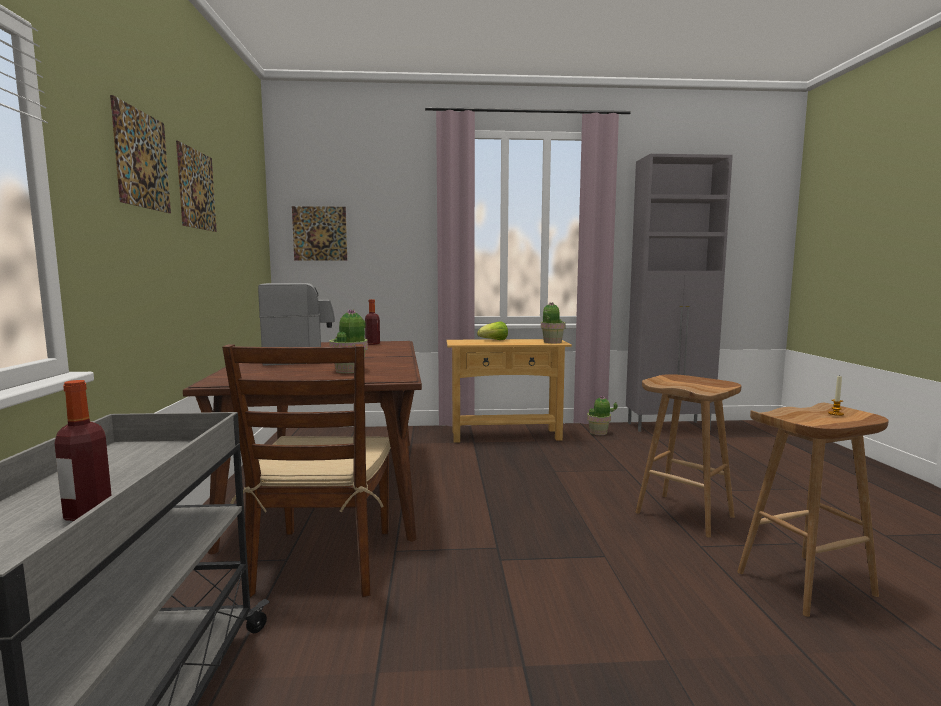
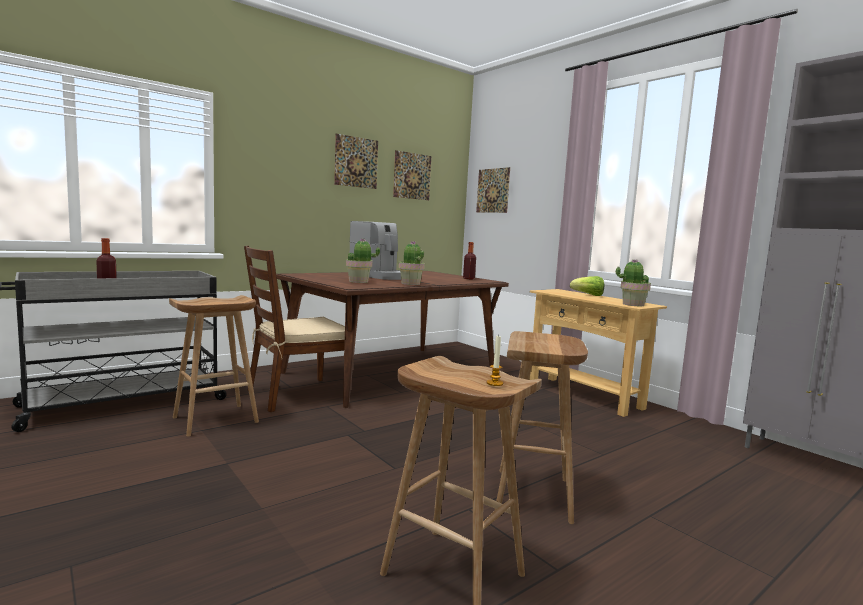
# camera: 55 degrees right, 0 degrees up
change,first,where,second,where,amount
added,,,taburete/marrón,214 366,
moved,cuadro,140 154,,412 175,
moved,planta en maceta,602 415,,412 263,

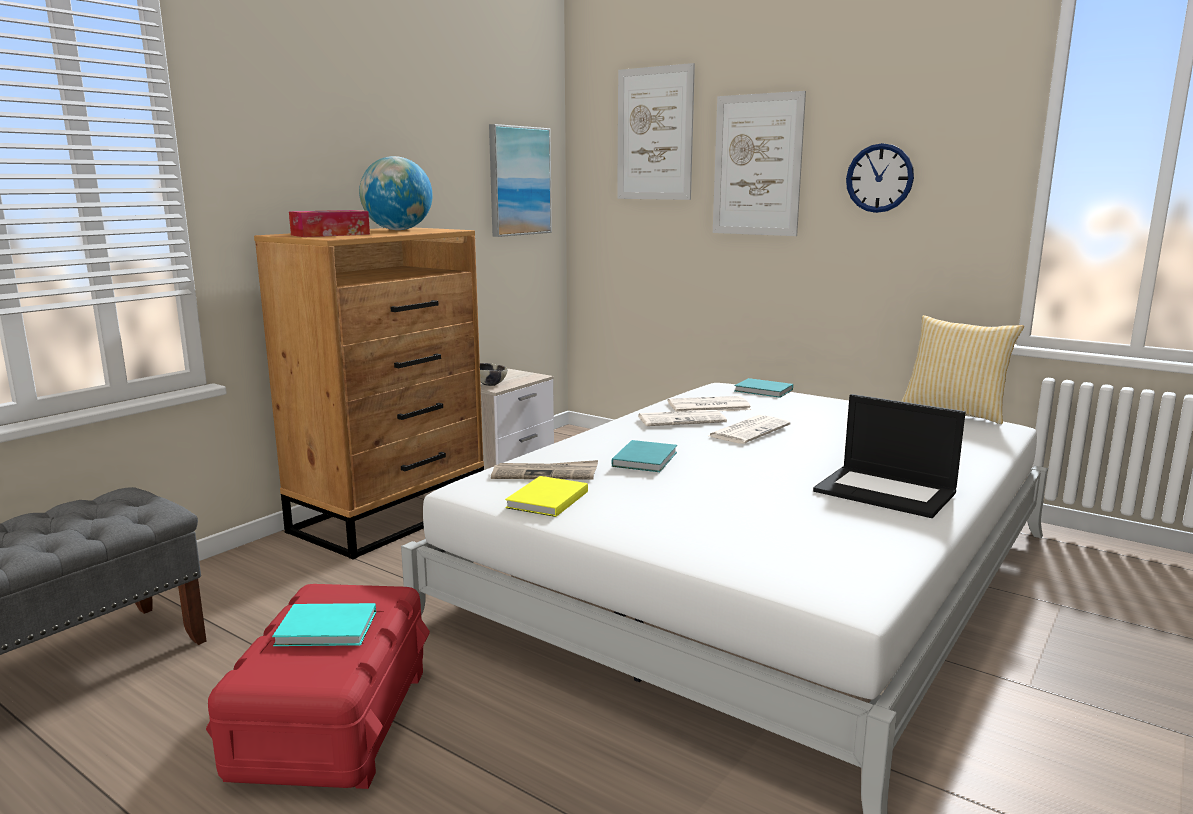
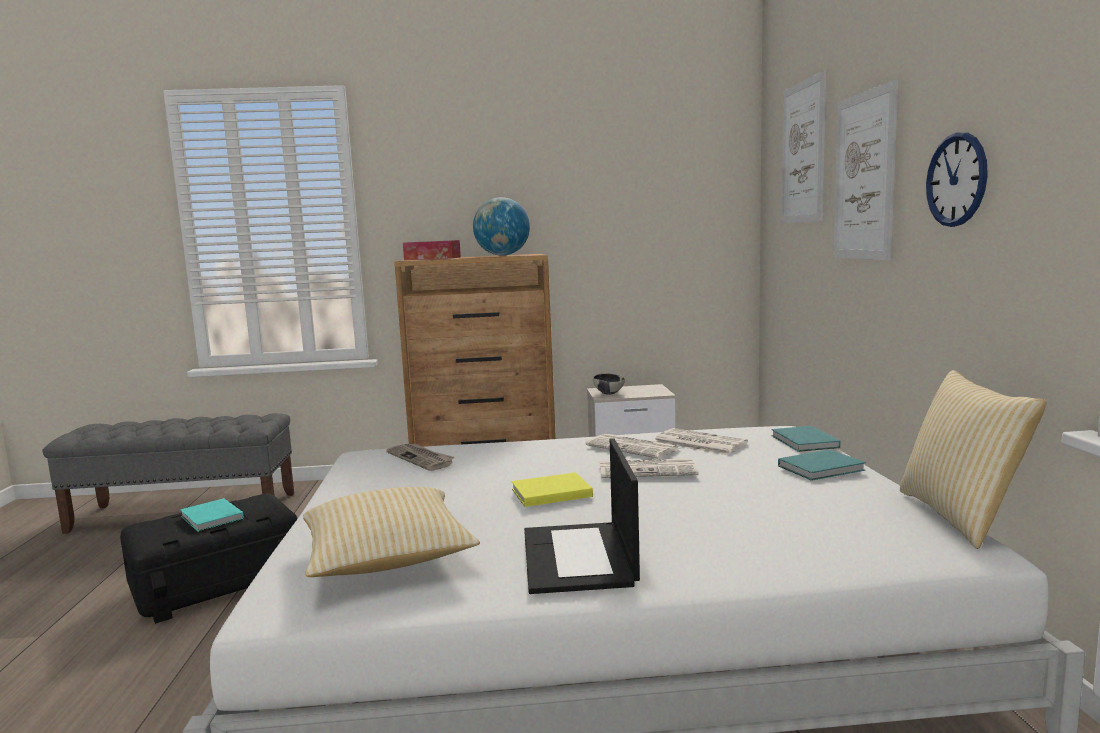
# camera: 50 degrees right, 5 degrees down
change,first,where,second,where,amount
removed,cuadro,520 180,,,
added,,,cojín,391 532,
moved,libro/amarillo,546 496,,552 489,
moved,libro/turquesa,644 456,,822 465,
recoloured,caja de almacenaje/rojo,318 686,caja de almacenaje/negro,209 559,

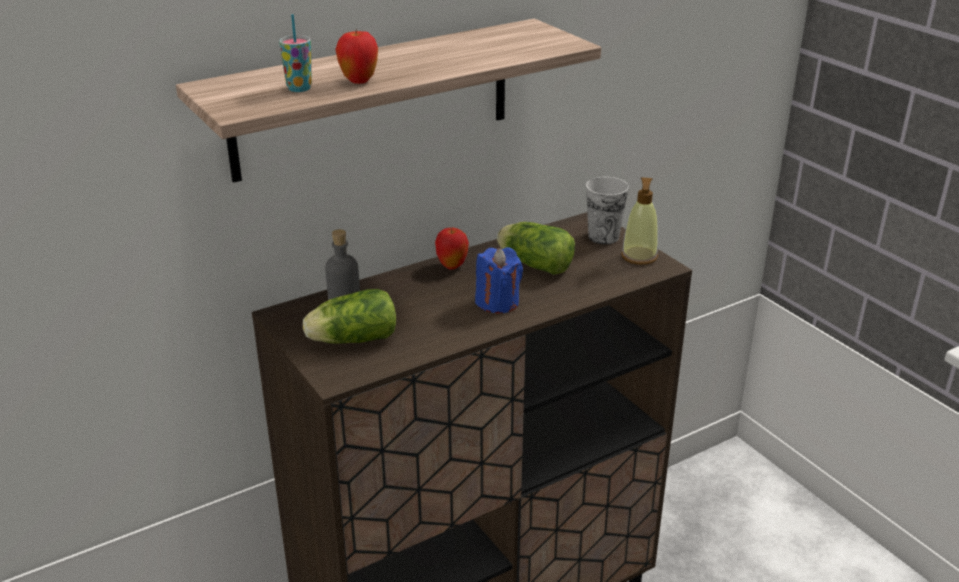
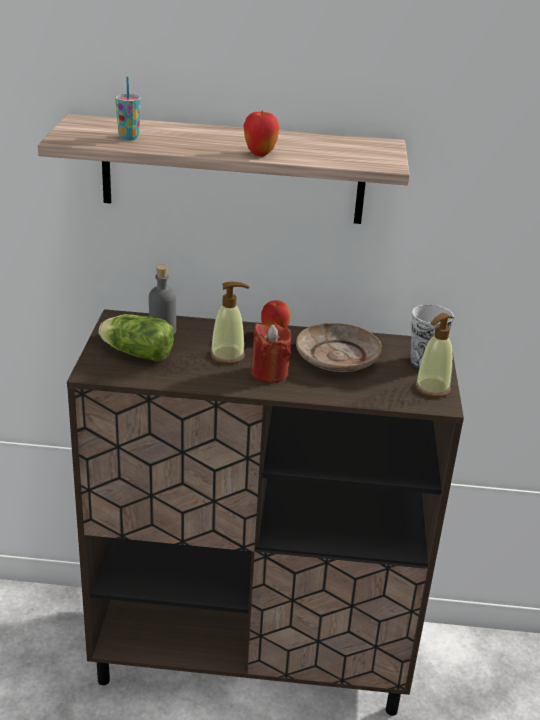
# camera: 35 degrees right, 0 degrees up
change,first,where,second,where,amount
added,,,dispensador de jabón,229 323,
moved,manzana,356 56,,261 133,
replaced,lechuga,536 248,plato/beis,339 347,
recoloured,vela/azul,499 280,vela/rojo,271 353,

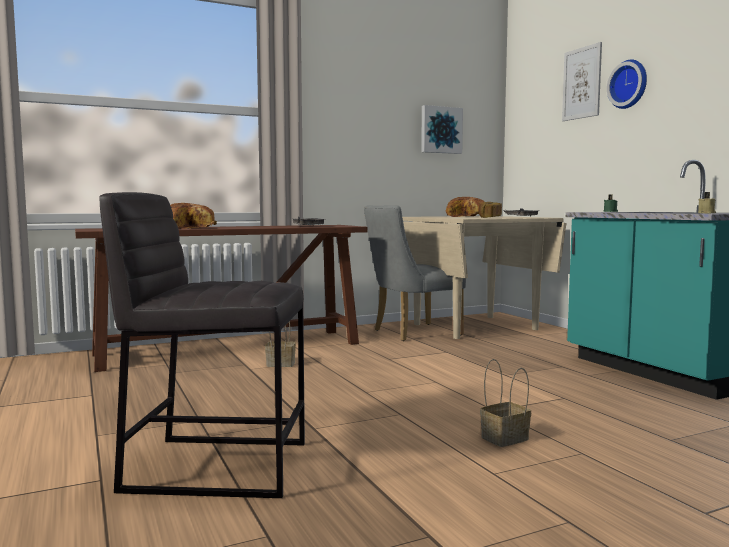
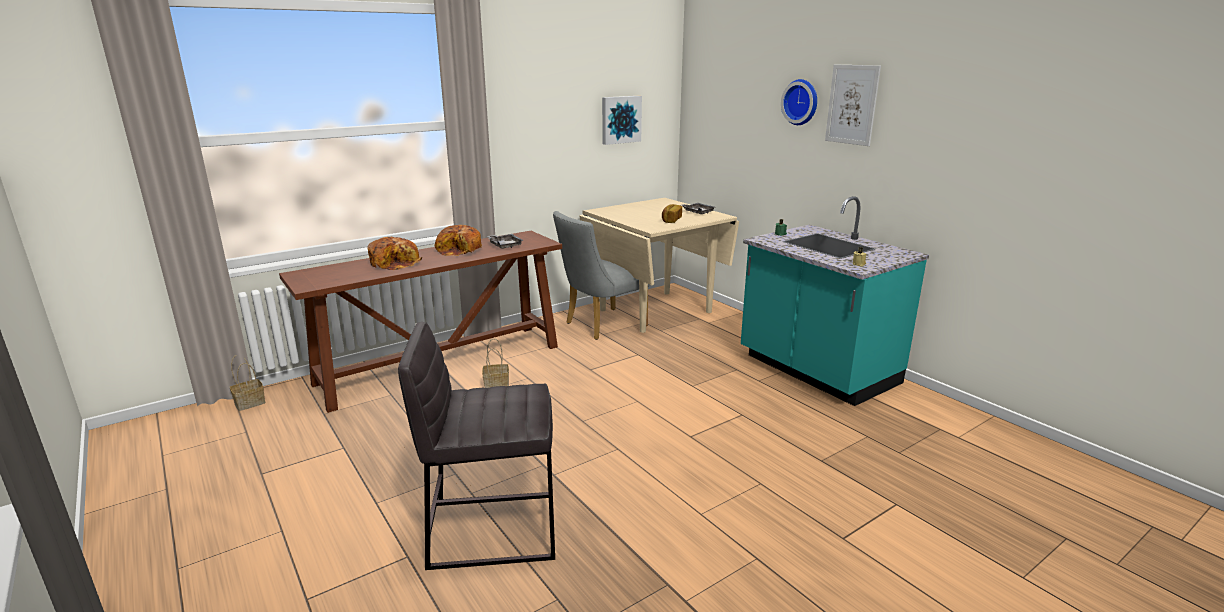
# camera: 10 degrees left, 15 degrees up
change,first,where,second,where,amount
moved,pan,465 207,,458 240,
moved,cesta,505 403,,248 383,
moved,cuadro,582 81,,853 105,

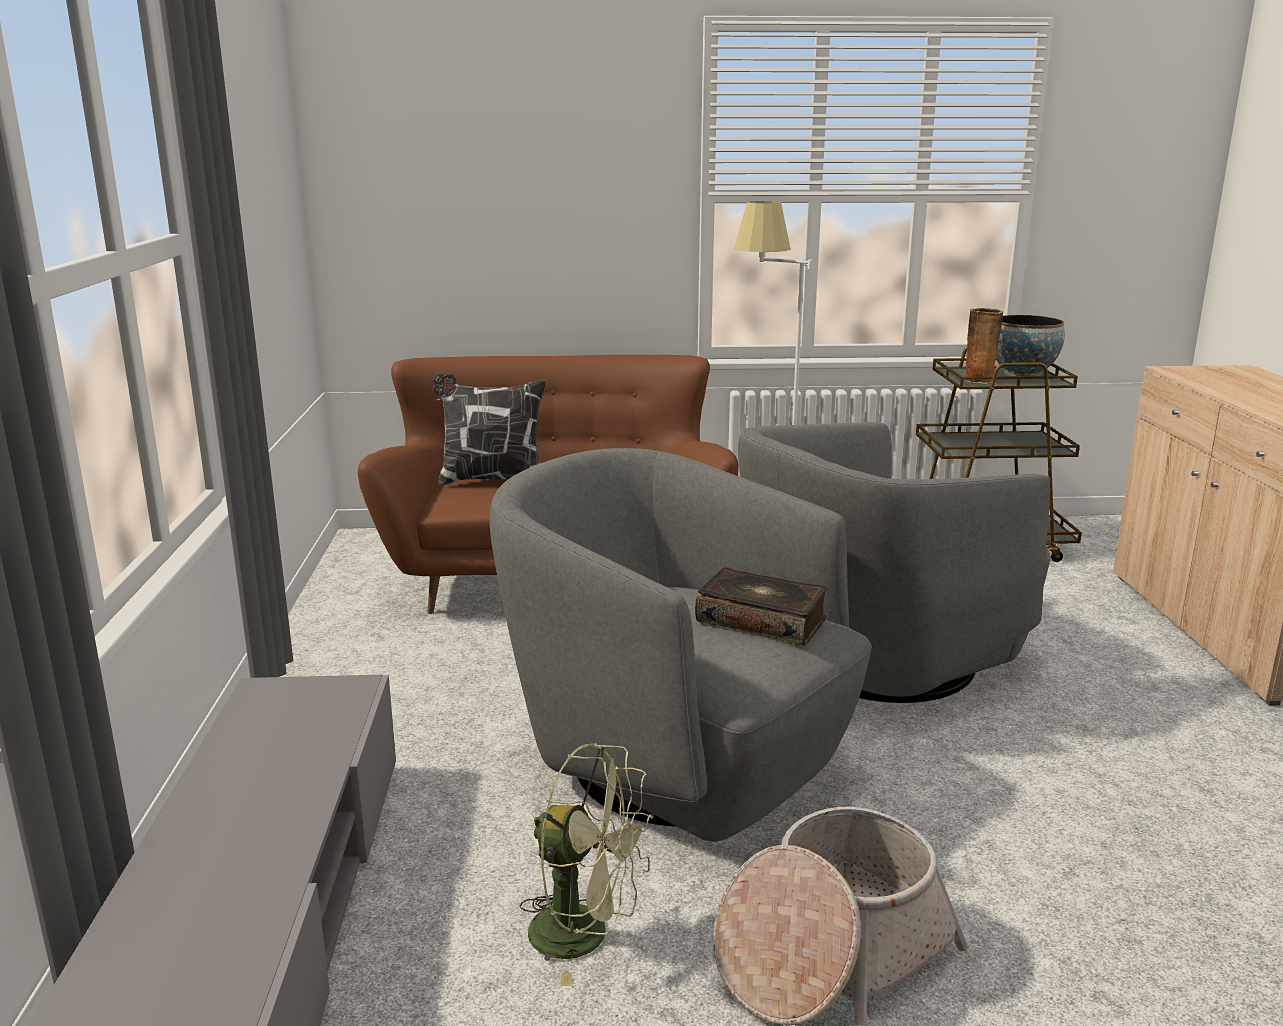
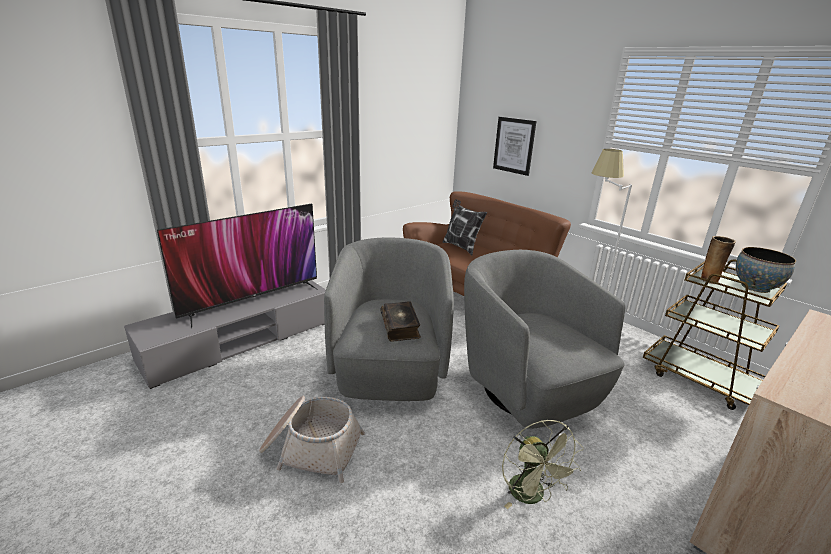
# camera: 50 degrees right, 5 degrees up
change,first,where,second,where,amount
added,,,televisor,237 266,
added,,,cuadro,515 146,
moved,ventilador/verde,587 864,,543 464,
turned,sillón/gris,894 562,,544 339,45 degrees clockwise

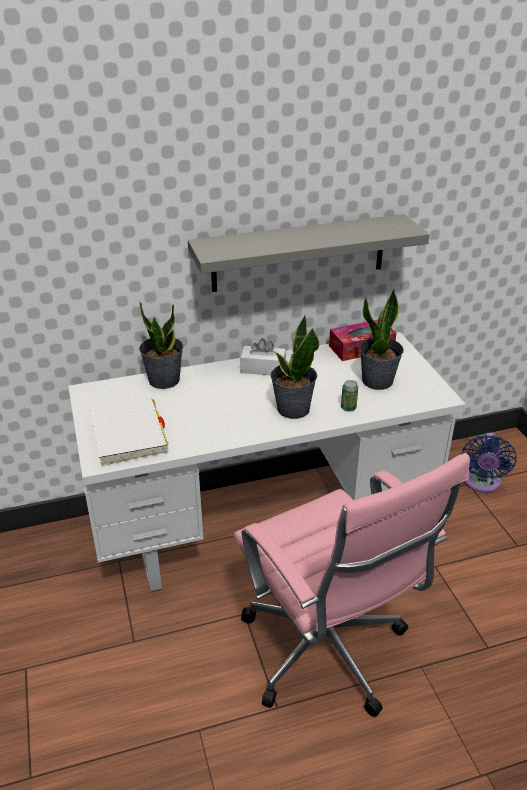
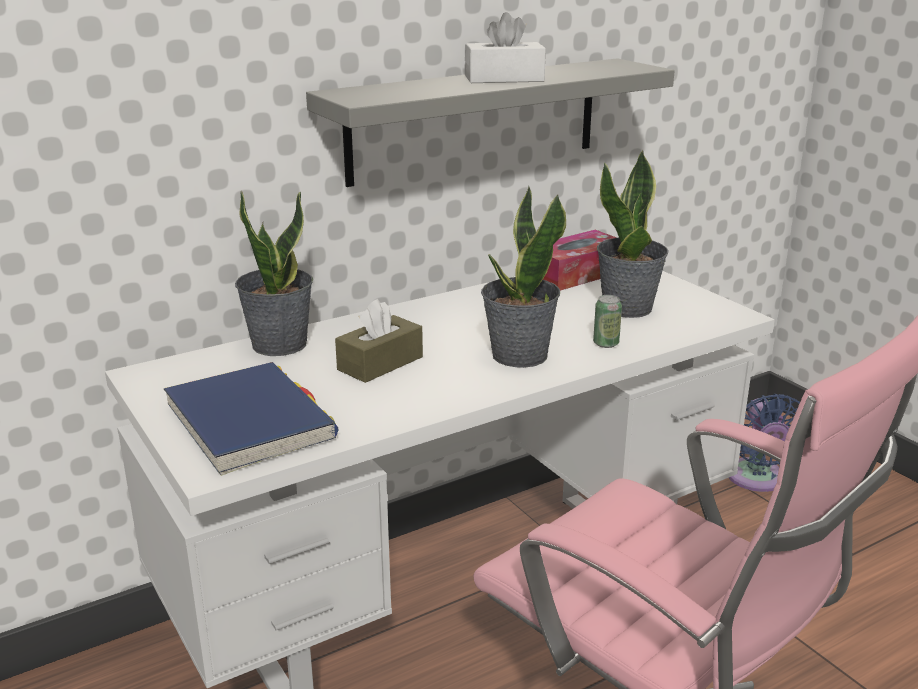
# camera: 15 degrees left, 10 degrees down
change,first,where,second,where,amount
added,,,caja de pañuelos/marrón,379 341,
moved,caja de pañuelos/blanco,263 356,,505 47,
recoloured,libro/blanco,129 431,libro/azul,251 419,

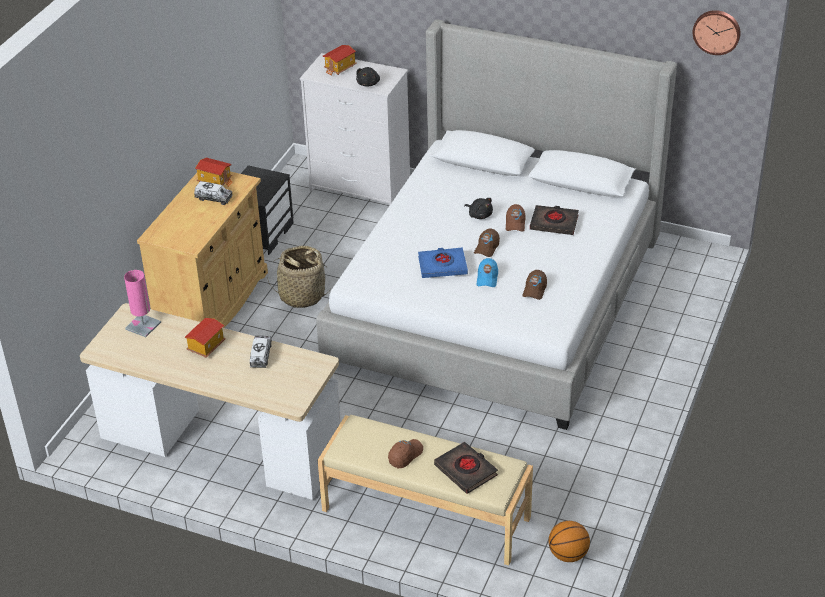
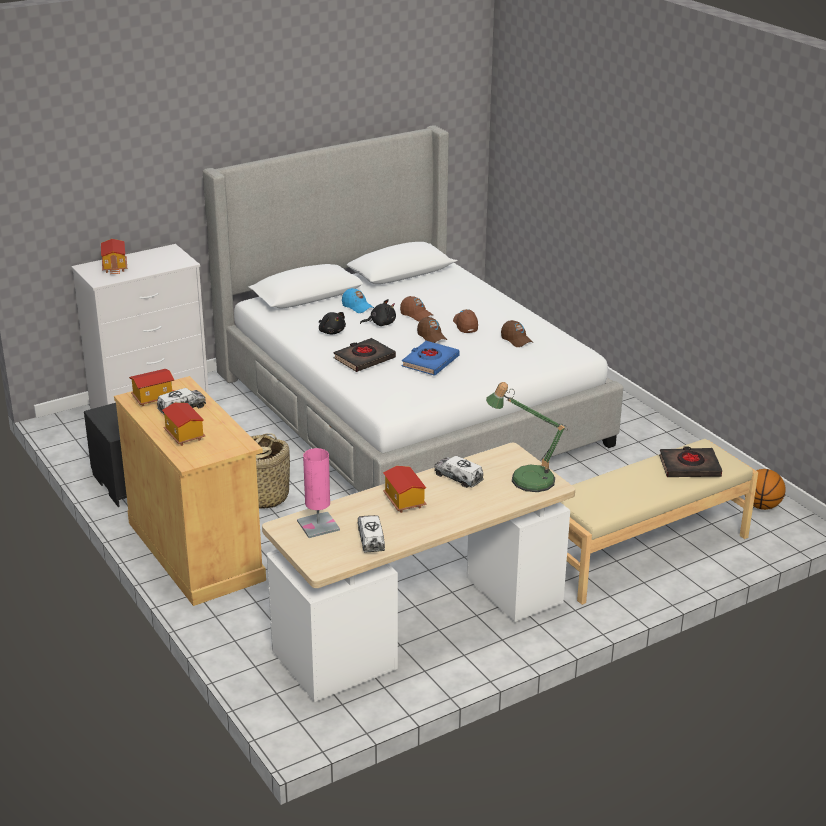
# camera: 55 degrees left, 10 degrees down
change,first,where,second,where,amount
removed,reloj de pared,717 32,,,
added,,,casita,183 424,
added,,,camión de juguete,371 534,
added,,,lámpara de mesa,527 437,
moved,peluche/negro,368 77,,332 323,
moved,gorra/marrón,405 453,,465 321,
moved,gorra/azul,487 272,,358 300,
moved,libro/negro,554 220,,364 355,

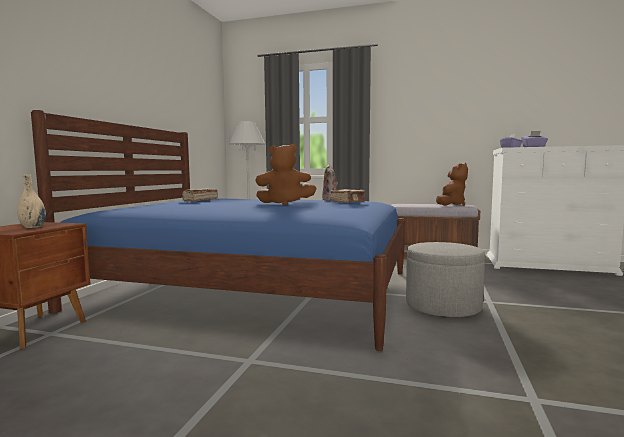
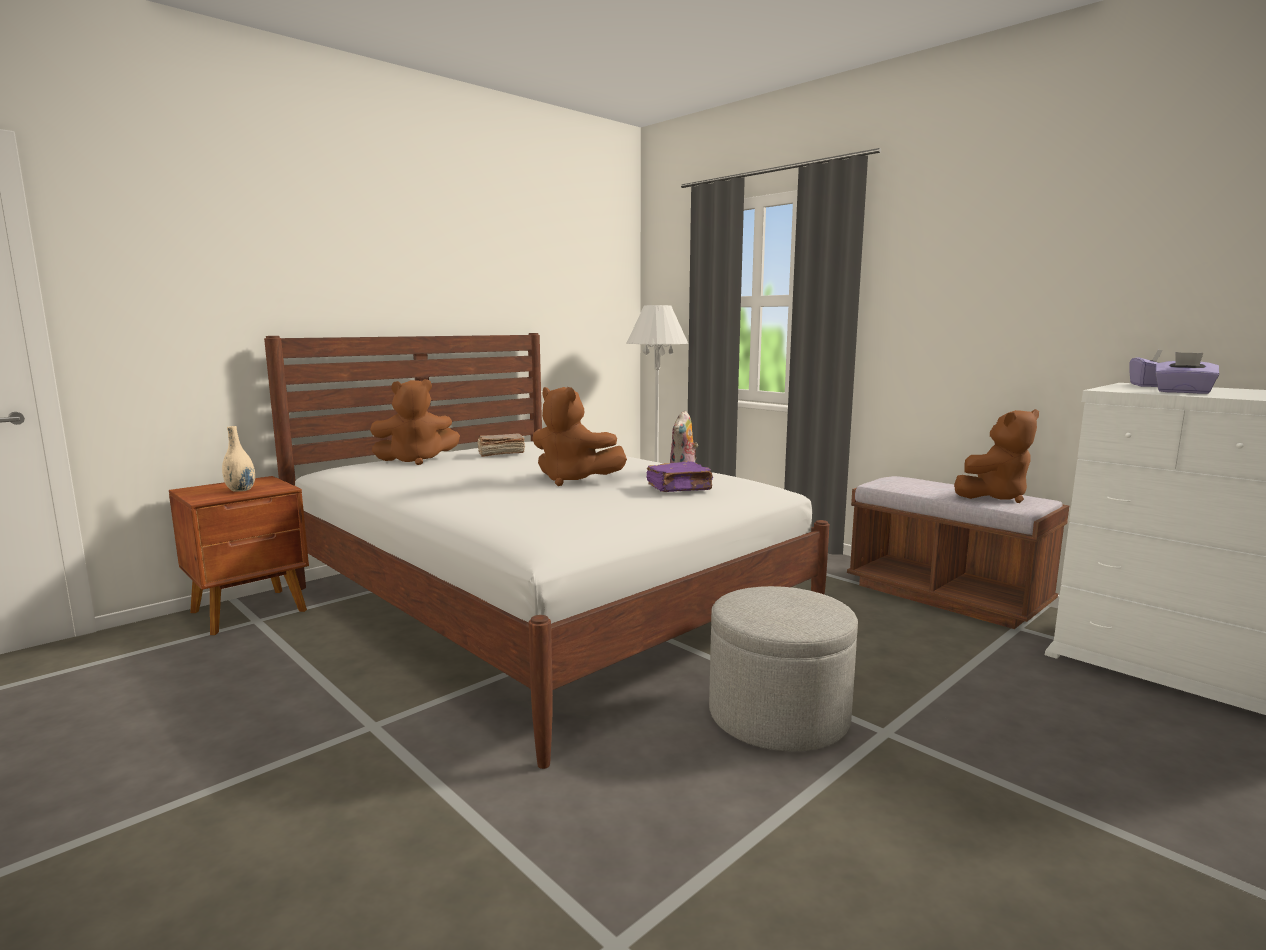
# camera: 30 degrees right, 5 degrees up
change,first,where,second,where,amount
added,,,peluche/marrón,415 422,
recoloured,cama/azul,218 230,cama/blanco,546 551,
recoloured,libro/marrón,348 196,libro/morado,679 476,

